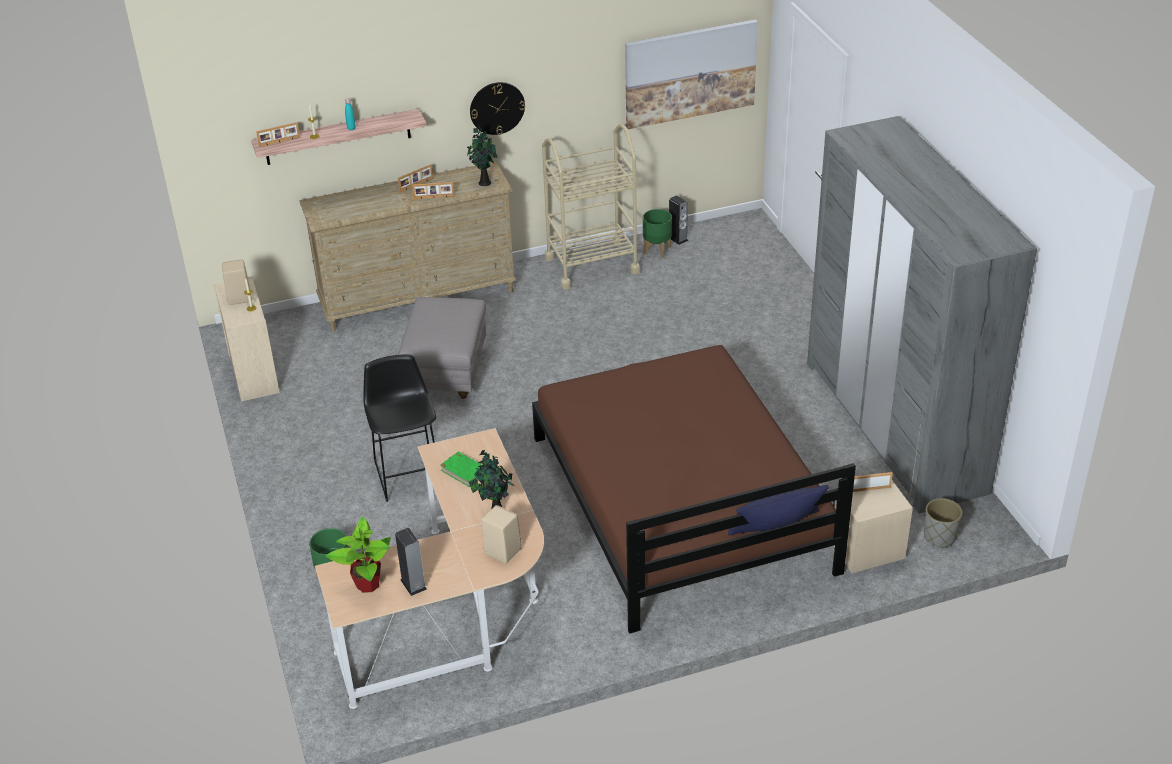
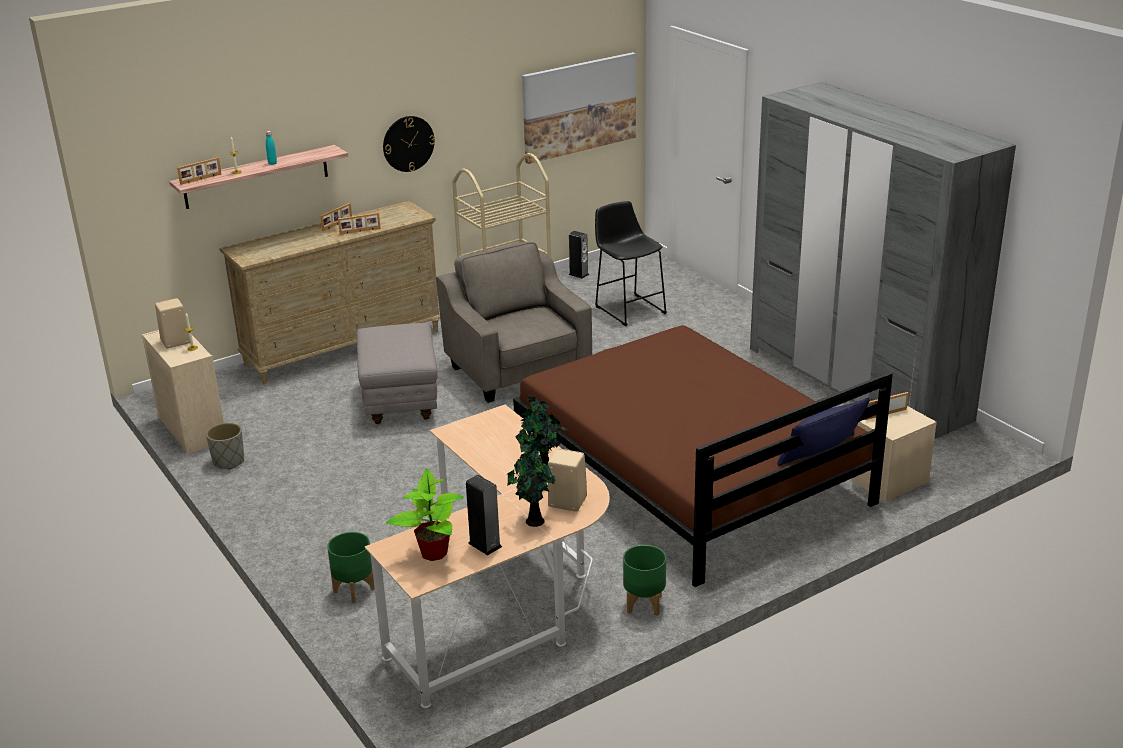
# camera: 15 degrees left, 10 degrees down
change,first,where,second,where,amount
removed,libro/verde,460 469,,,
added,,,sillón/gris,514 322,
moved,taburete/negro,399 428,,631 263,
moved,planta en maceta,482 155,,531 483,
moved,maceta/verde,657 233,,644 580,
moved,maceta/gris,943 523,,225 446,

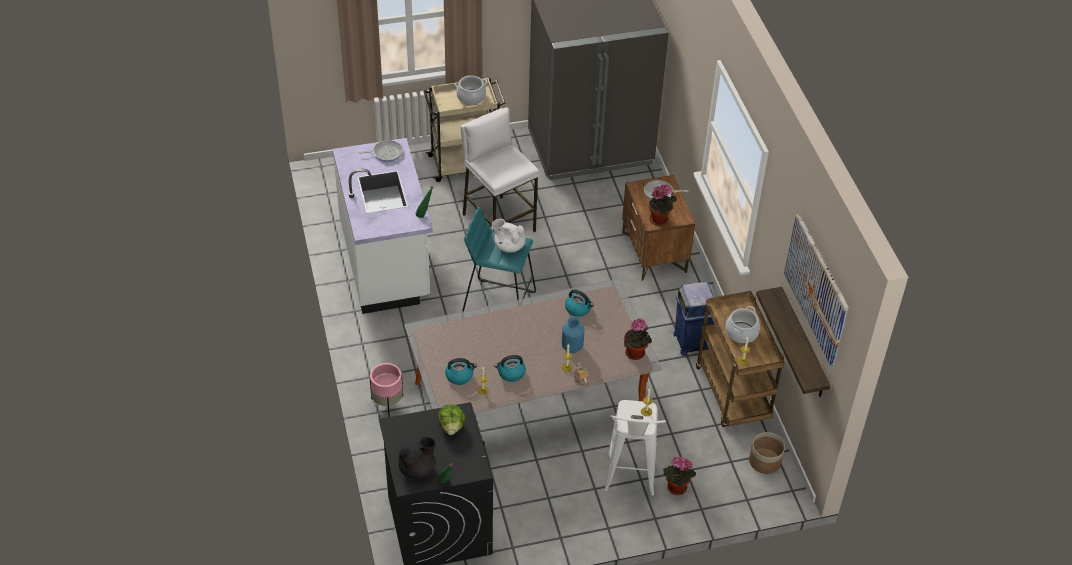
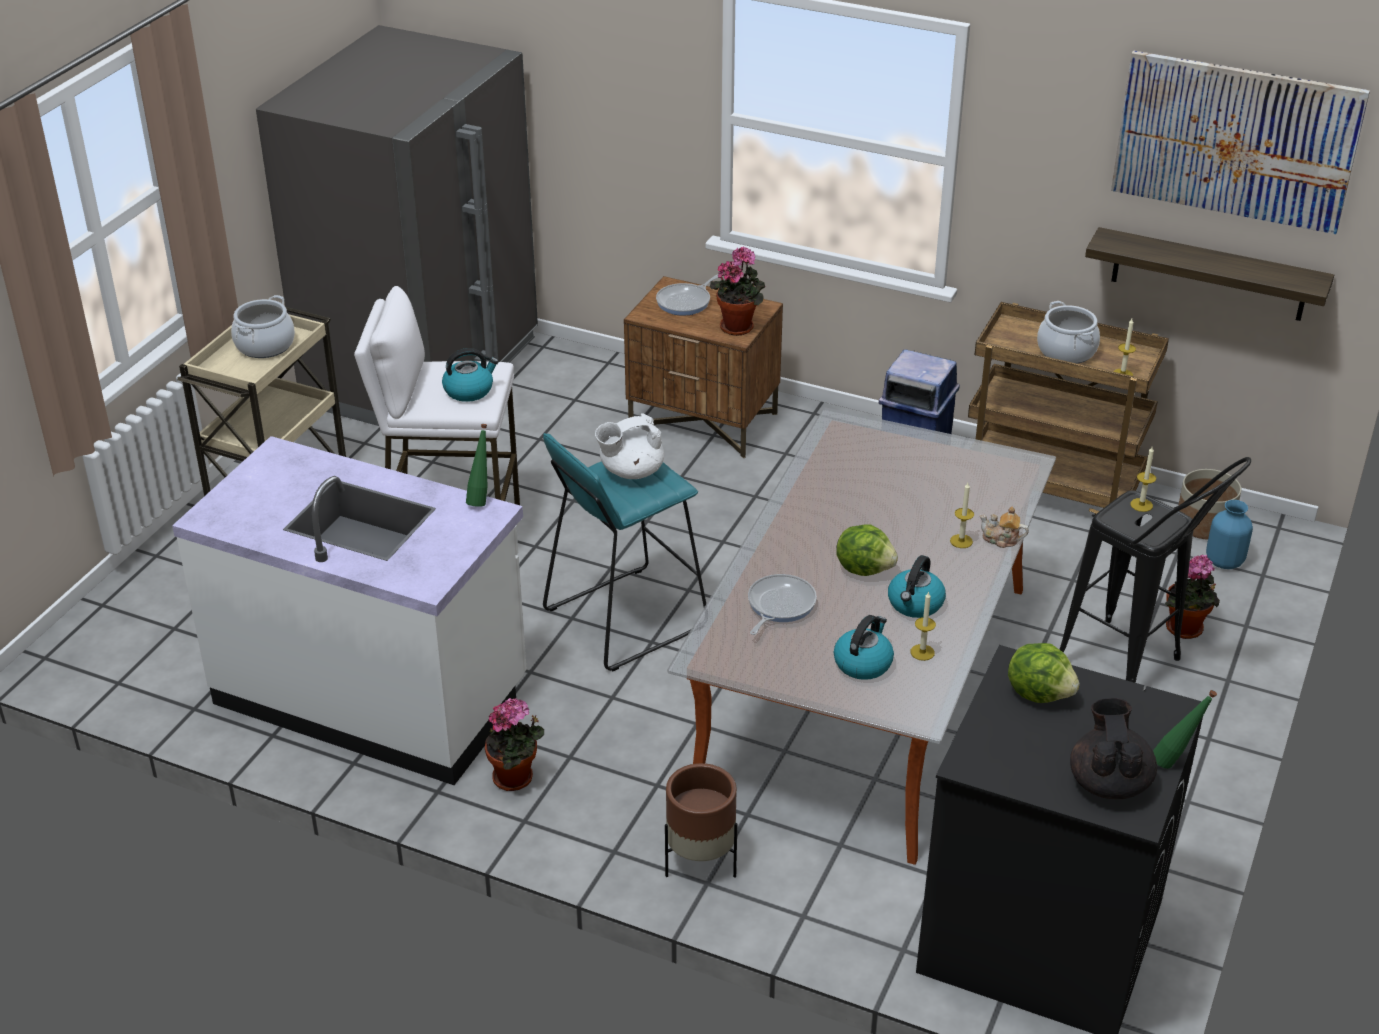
# camera: 50 degrees left, 10 degrees down
change,first,where,second,where,amount
added,,,lechuga,867 550,
moved,sartén,380 151,,782 604,
moved,florero/azul,573 335,,1229 534,
moved,hervidor,579 303,,470 375,
moved,planta en maceta,638 339,,514 744,
recoloured,maceta/rosa,386 390,maceta/marrón,701 820,
recoloured,taburete/blanco,635 447,taburete/negro,1155 570,

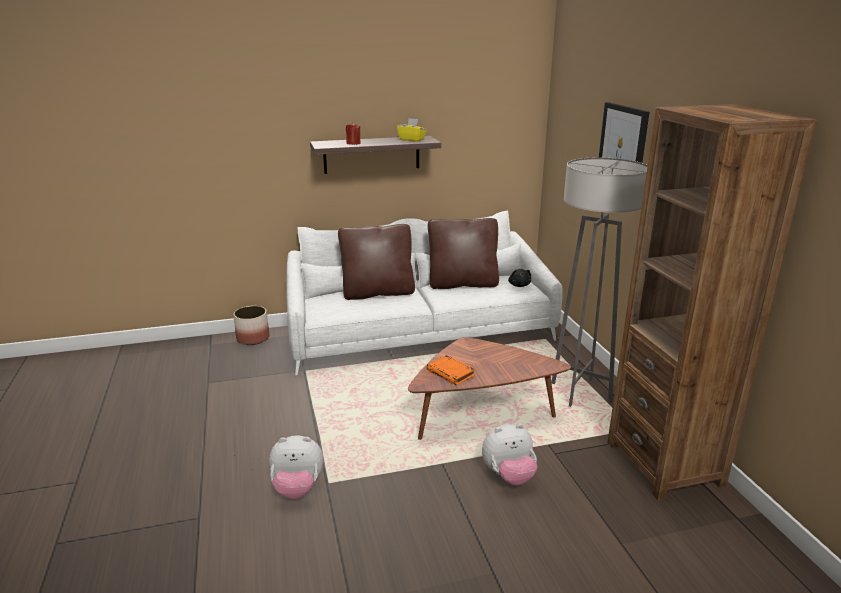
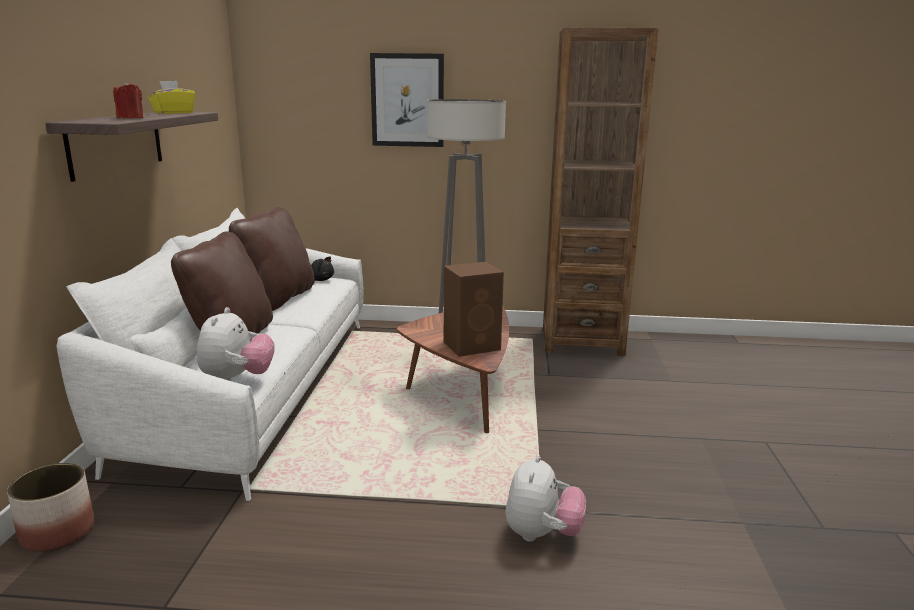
# camera: 70 degrees left, 5 degrees down
change,first,where,second,where,amount
moved,peluche,509 455,,236 344,
replaced,libro/naranja,451 370,altavoz/marrón,474 309,

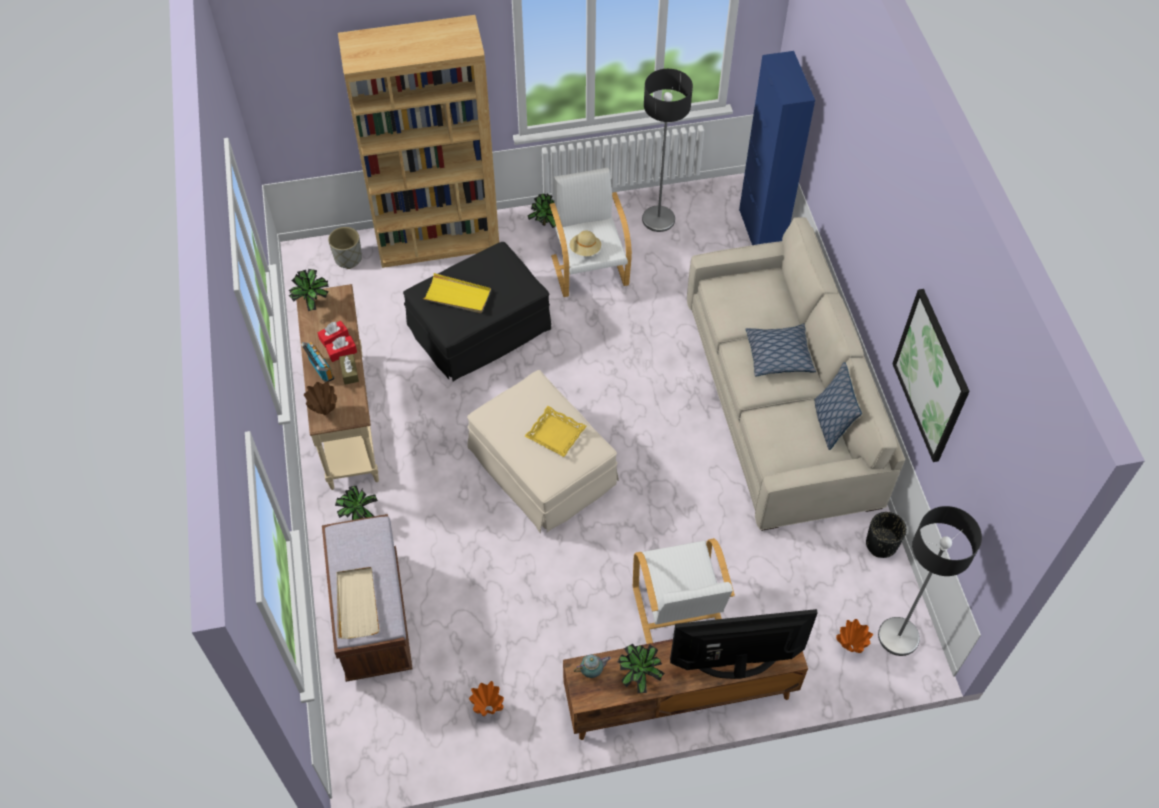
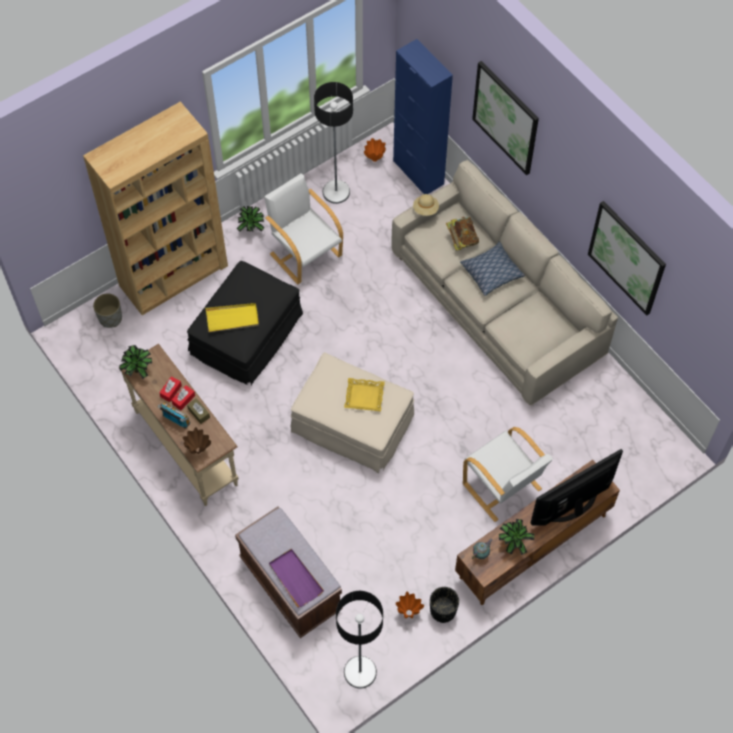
# camera: 25 degrees left, 5 degrees up
change,first,where,second,where,amount
removed,planta en maceta,356 503,,,
removed,cojín,838 406,,,
added,,,libro,462 233,
added,,,cuadro,505 118,
moved,sombrero/beis,585 243,,426 205,
moved,florero/naranja,854 636,,375 150,
moved,maceta/negro,886 535,,444 605,
moved,lámpara de pie,930 581,,359 640,
recoloured,bandeja/beis,358 603,bandeja/morado,296 578,

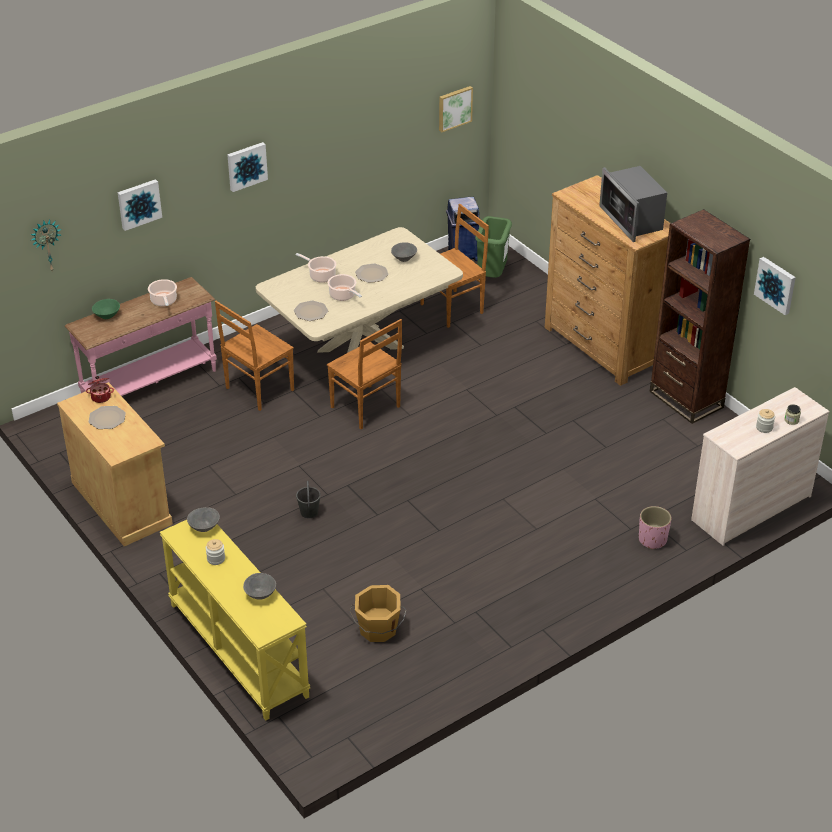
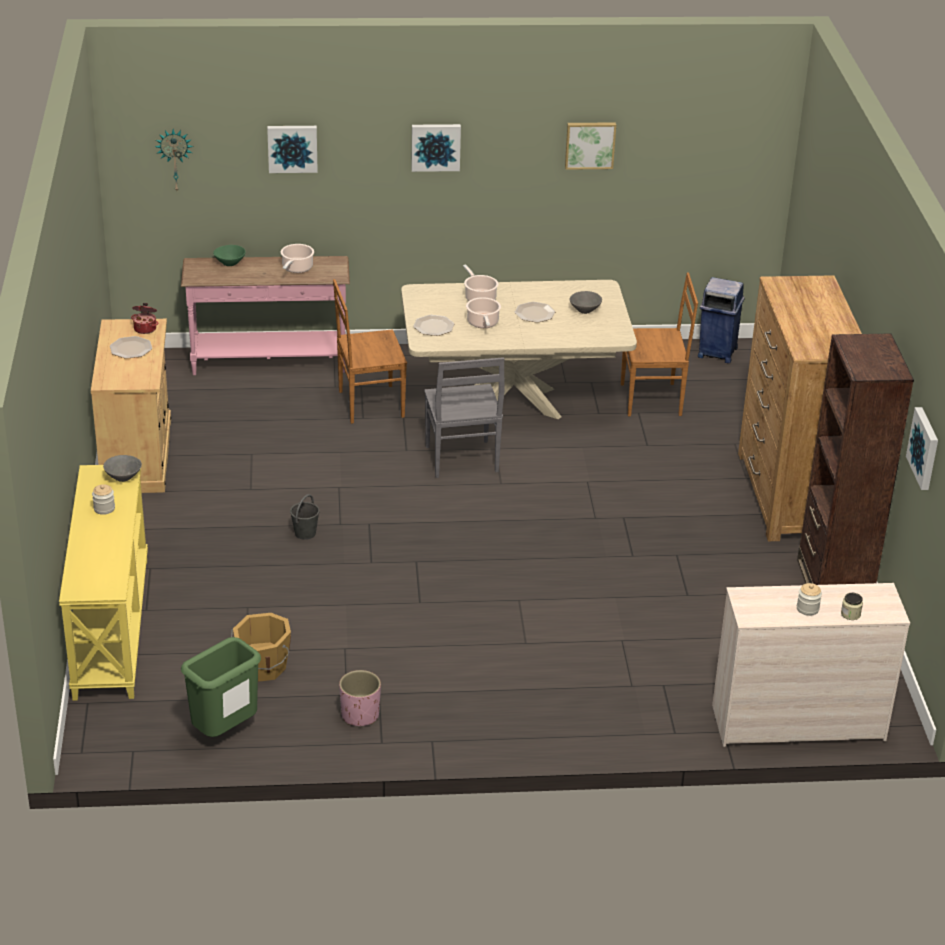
# camera: 30 degrees right, 5 degrees down
change,first,where,second,where,amount
removed,cuenco/gris,259 586,,,
removed,microondas,633 204,,,
moved,cuadro,456 109,,590 146,
moved,papelera/verde,493 247,,221 687,
moved,maceta/rosa,655 528,,360 698,
recoloured,silla/marrón,364 374,silla/gris,464 417,

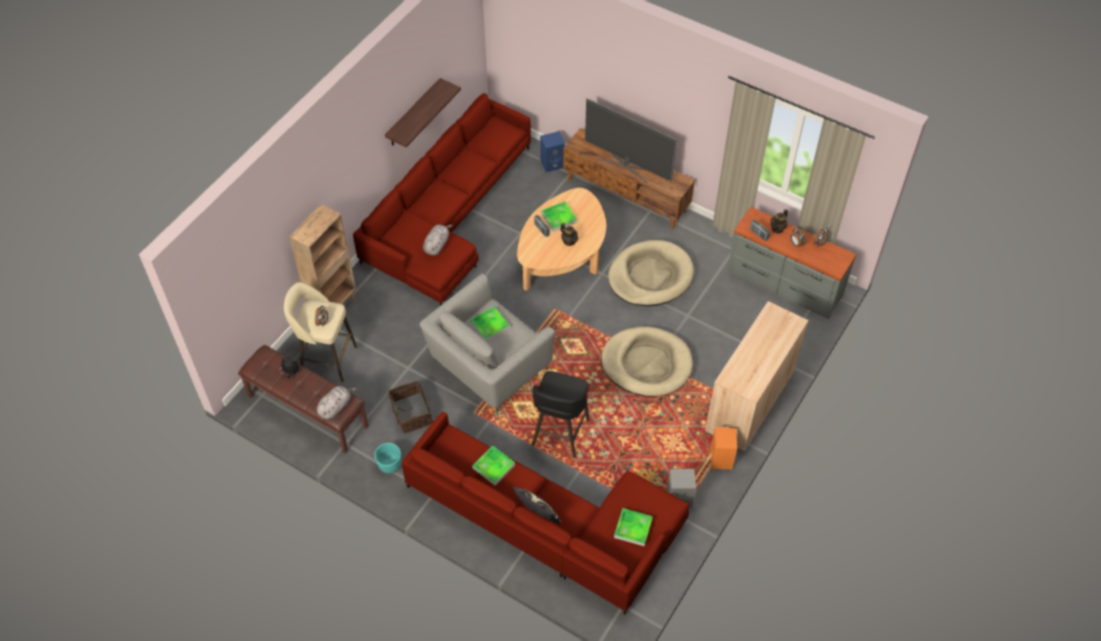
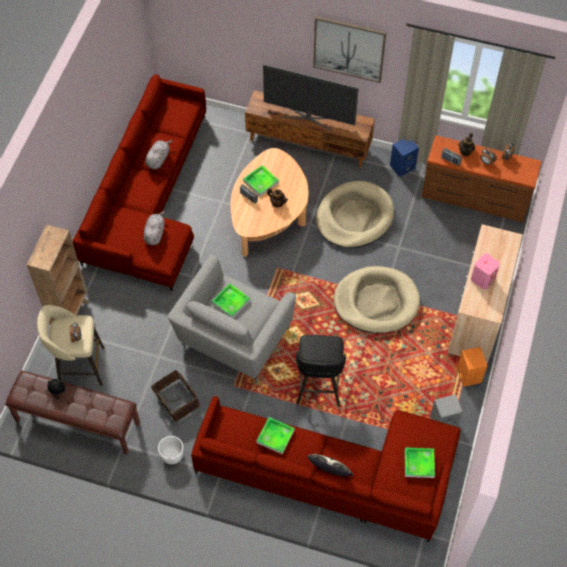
# camera: 15 degrees left, 5 degrees up
change,first,where,second,where,amount
removed,estante,423 112,,,
added,,,cuadro,349 49,
added,,,altavoz/rosa,485 271,
moved,peluche/gris,336 402,,159 154,
moved,altavoz/azul,552 151,,404 158,
recoloured,maceta/turquesa,388 458,maceta/blanco,170 450,
recoloured,cómoda/gris,791 263,cómoda/marrón,481 179,

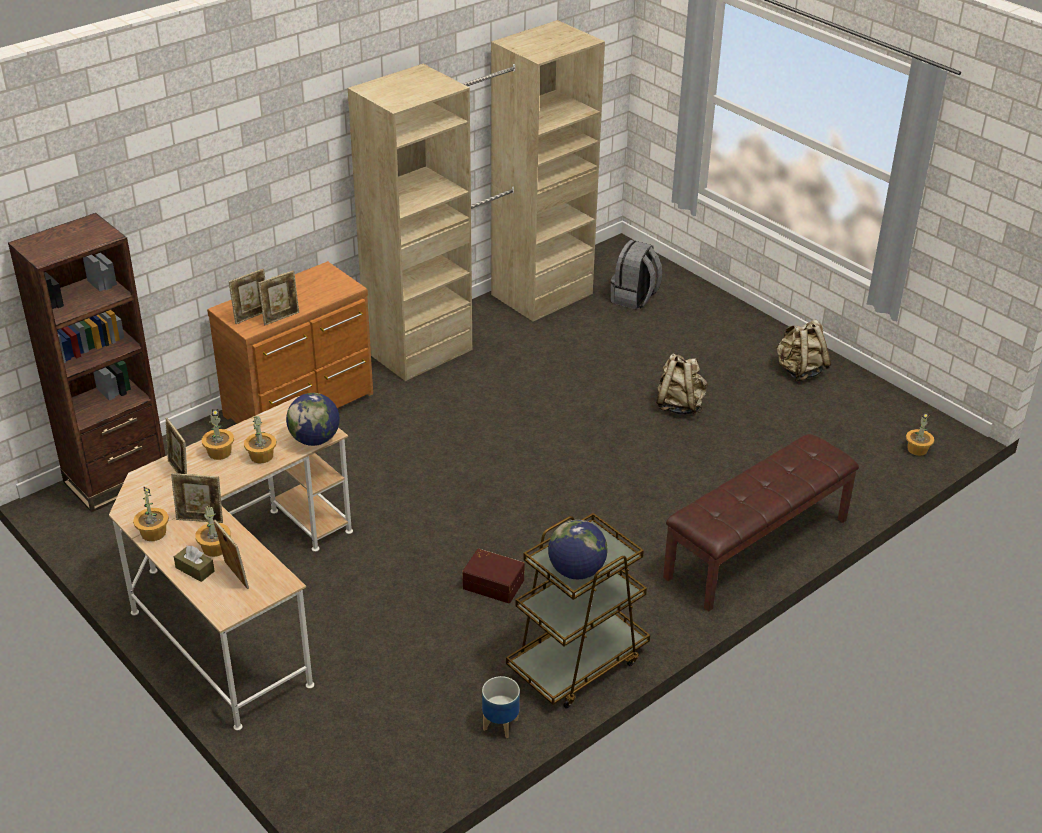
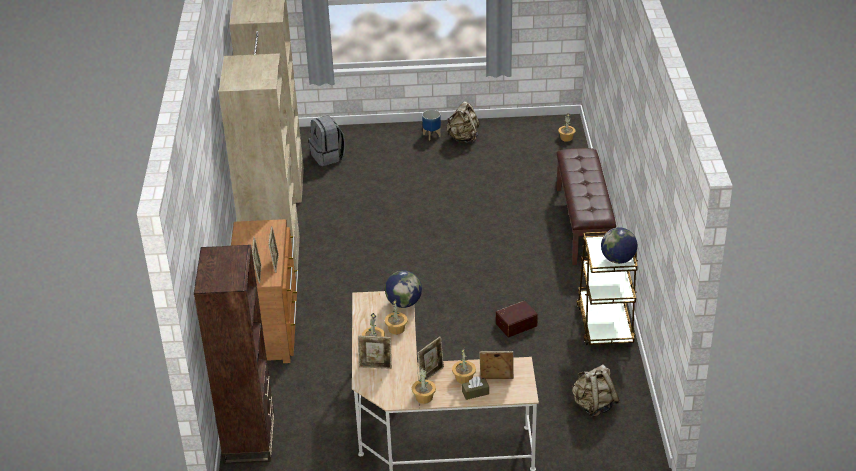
# camera: 50 degrees left, 0 degrees up
change,first,where,second,where,amount
moved,maceta,501 707,,431 125,
moved,mochila/beis,681 384,,595 390,

